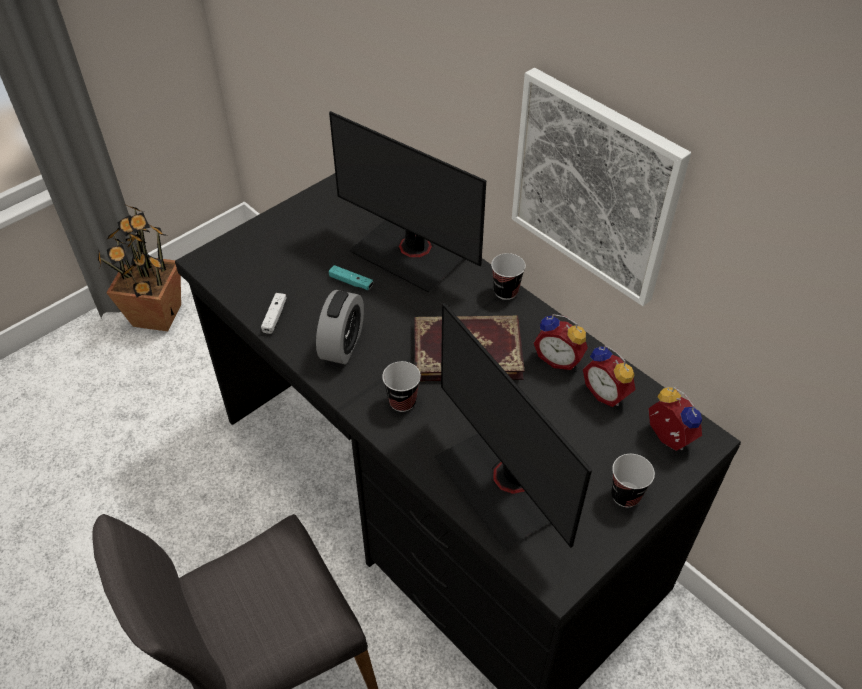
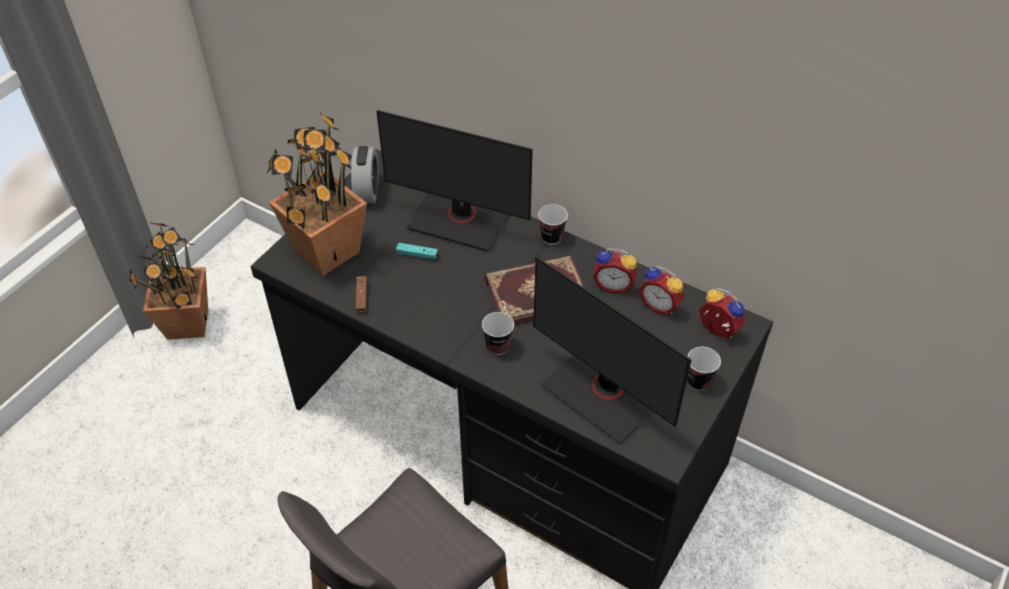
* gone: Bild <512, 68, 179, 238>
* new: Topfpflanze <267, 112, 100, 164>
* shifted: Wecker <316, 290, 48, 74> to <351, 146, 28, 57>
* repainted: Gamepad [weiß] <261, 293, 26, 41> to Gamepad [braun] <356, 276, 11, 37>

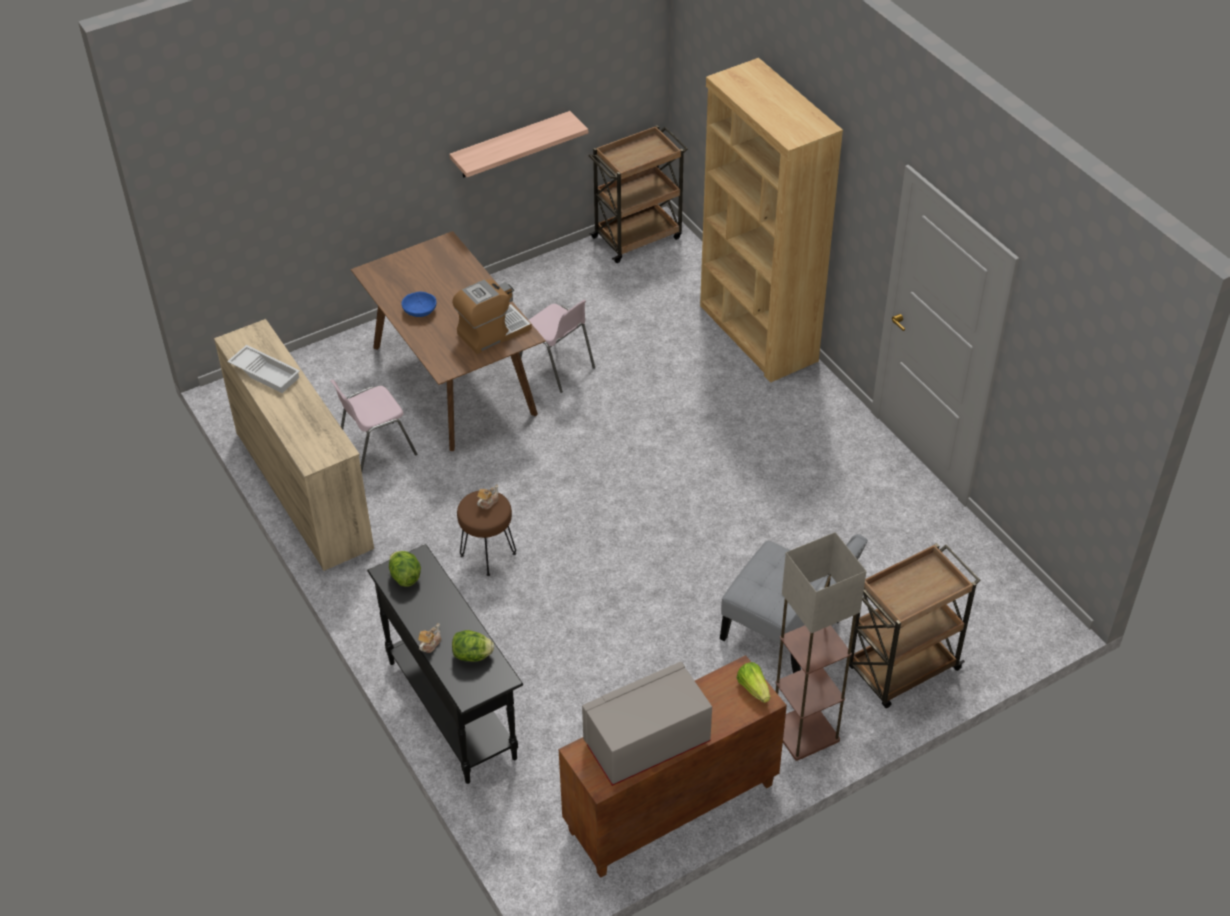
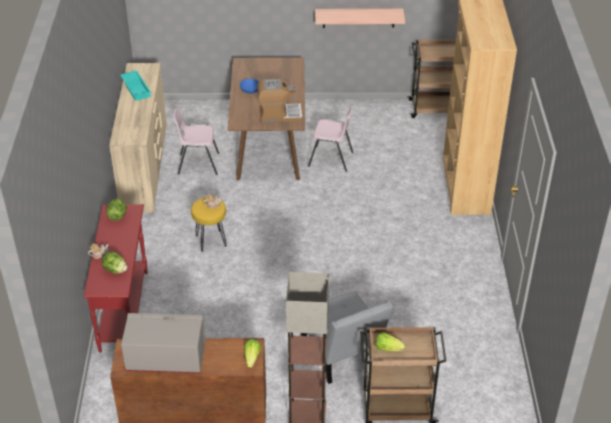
* new: Salatkopf <375, 332, 31, 19>
* repainted: Tablett [weiß] <227, 345, 73, 48> to Tablett [türkis] <120, 70, 31, 31>
* repainted: Konsolentisch [schwarz] <367, 544, 156, 240> to Konsolentisch [rot] <84, 204, 64, 149>
* repainted: Hocker [braun] <457, 491, 59, 85> to Hocker [gelb] <191, 197, 36, 55>
* rotated: Stuhl [rosa] <520, 300, 75, 93> = <308, 106, 45, 66> 60 degrees counterclockwise

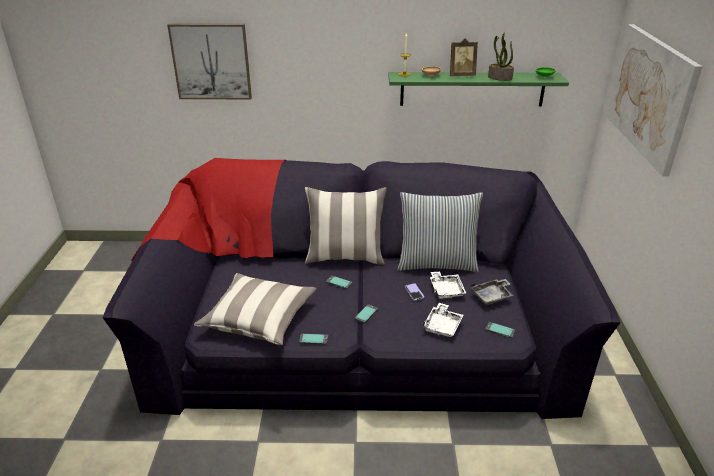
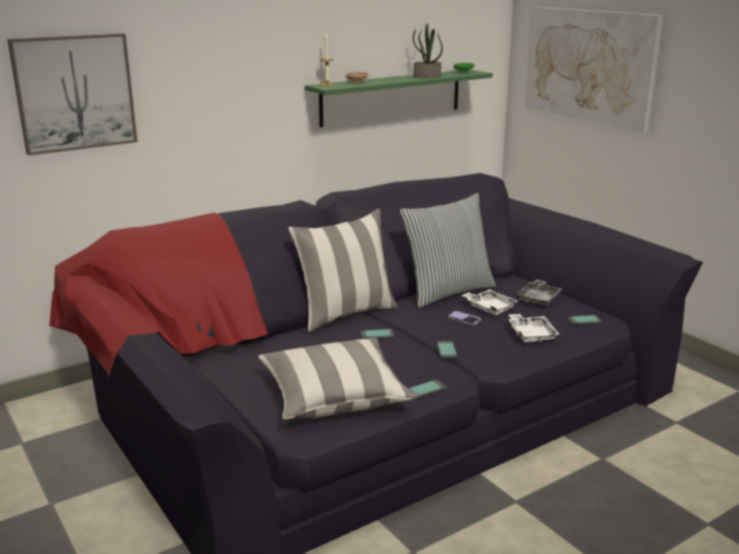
* gone: Bilderrahmen <450, 39, 28, 37>

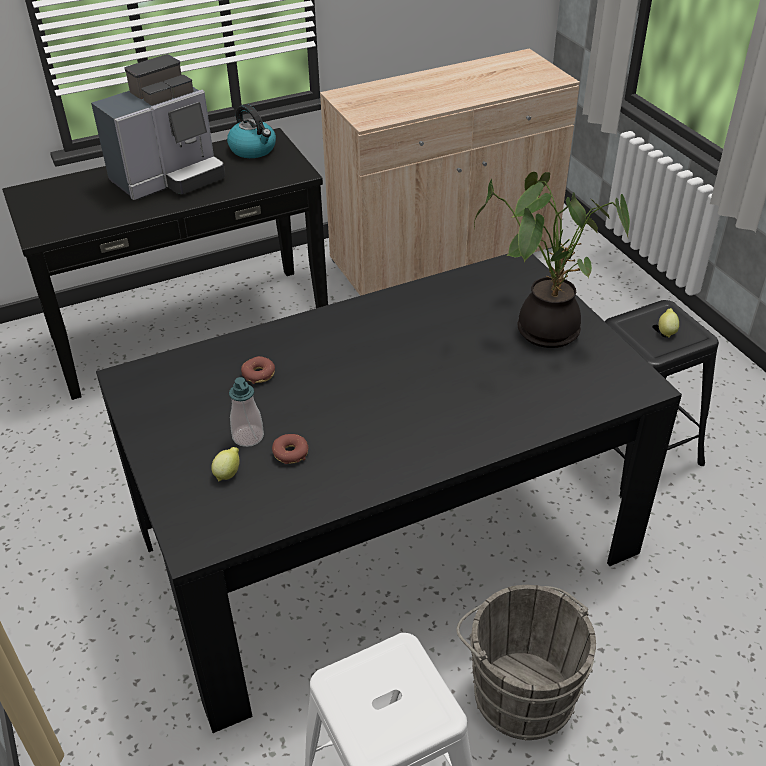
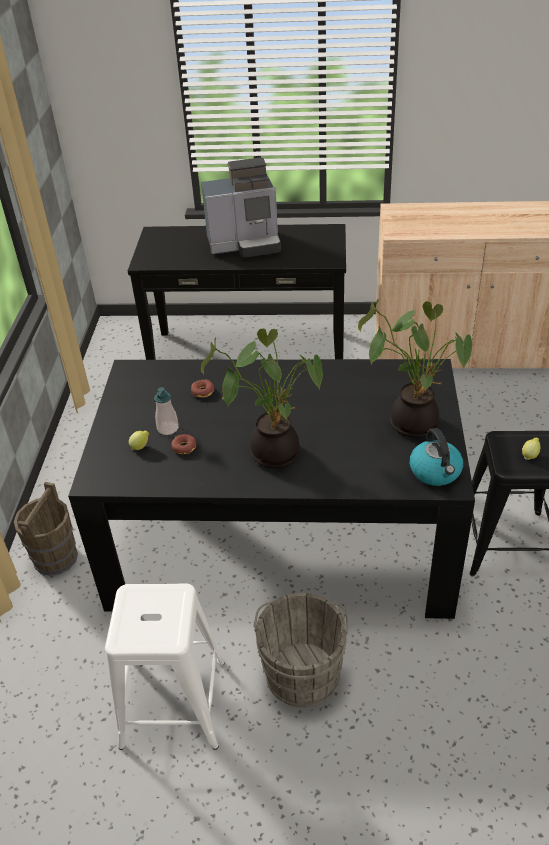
* new: Eimer [braun] <14, 482, 64, 94>
* new: Topfpflanze <201, 329, 122, 139>
* shifted: Wasserkessel <227, 104, 49, 54> to <410, 428, 53, 58>

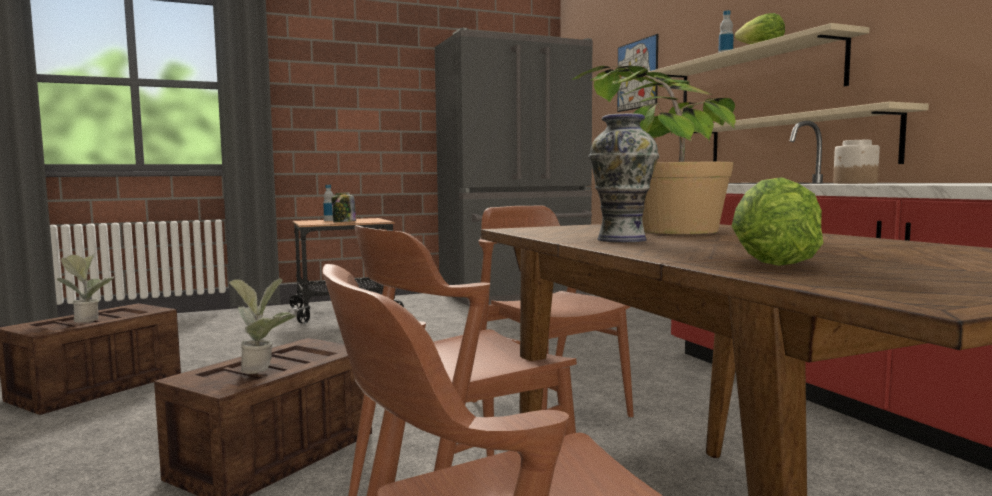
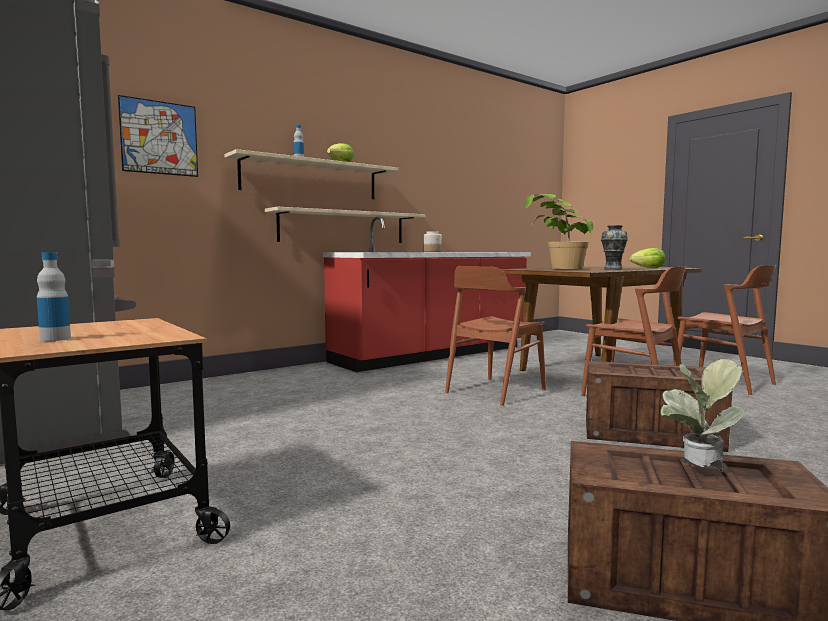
* gone: Topfpflanze <229, 278, 67, 96>
* gone: Vorratsglas <332, 192, 24, 31>

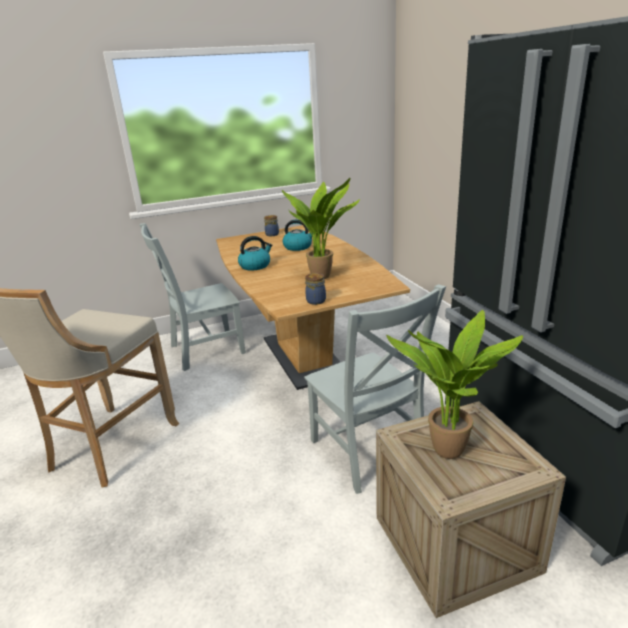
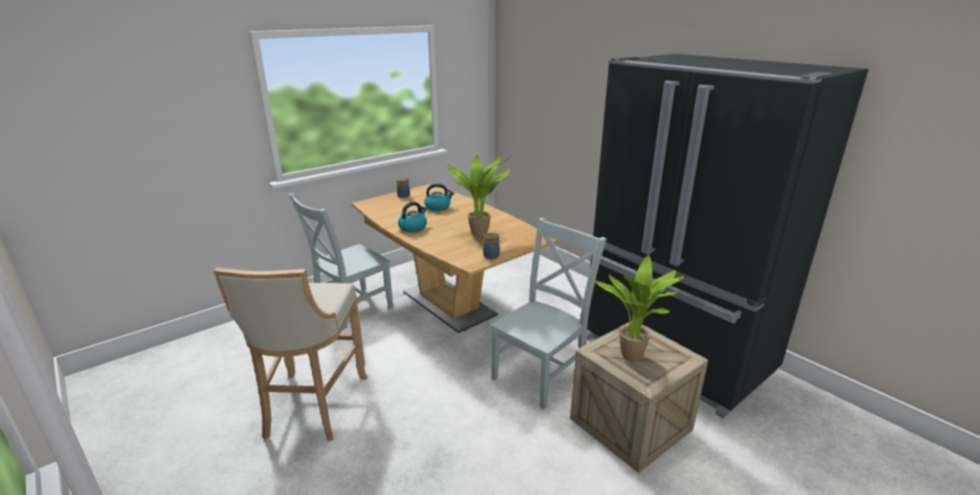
* rotated: Stuhl [grau] <304, 284, 142, 210> = <490, 218, 117, 192> 90 degrees counterclockwise

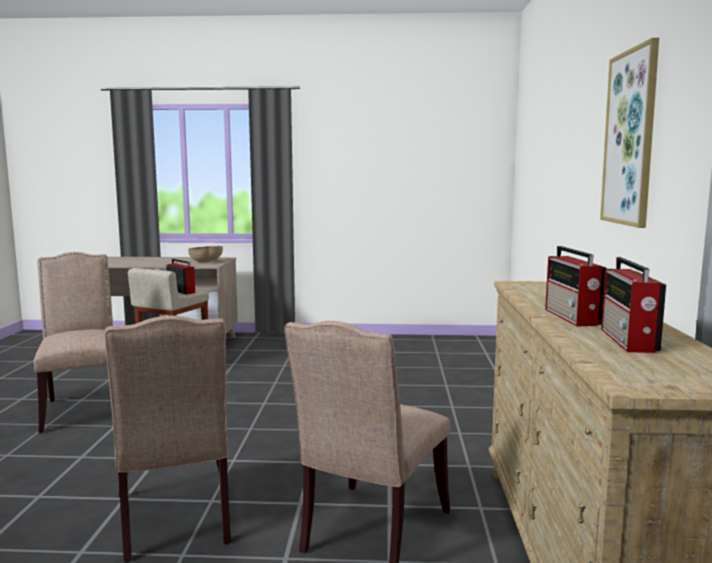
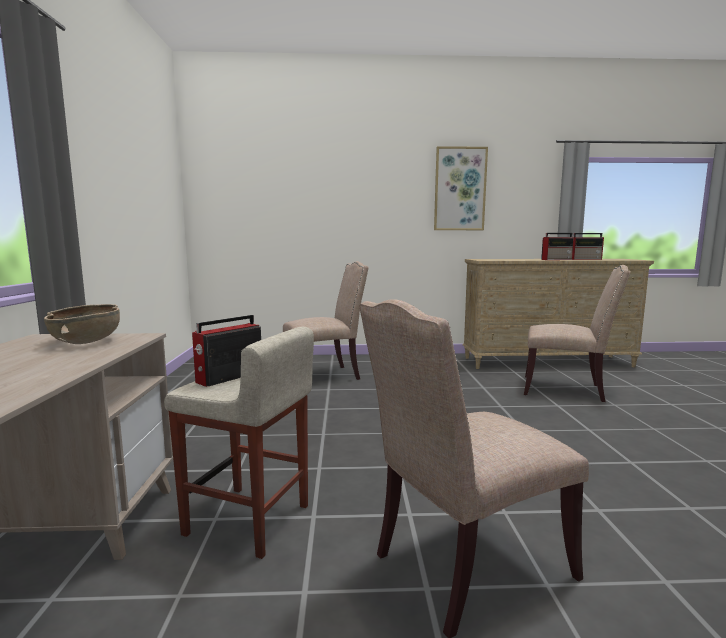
* shifted: Stuhl [beige] <105, 316, 126, 246> to <283, 261, 86, 119>

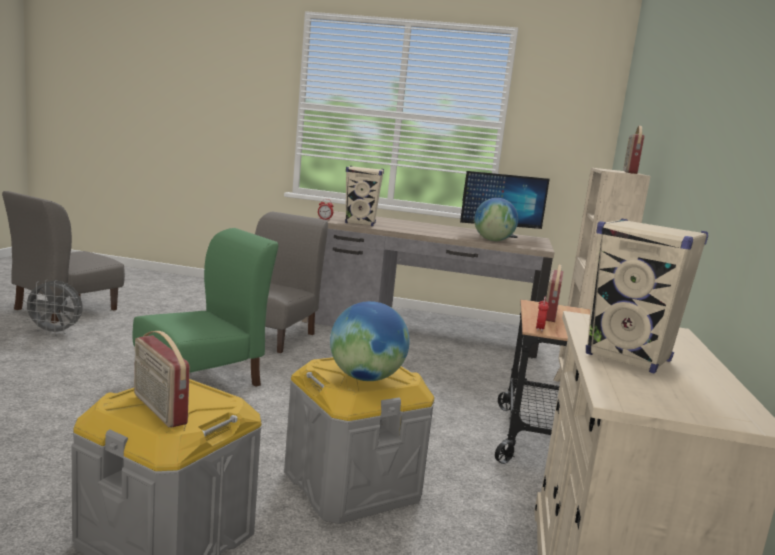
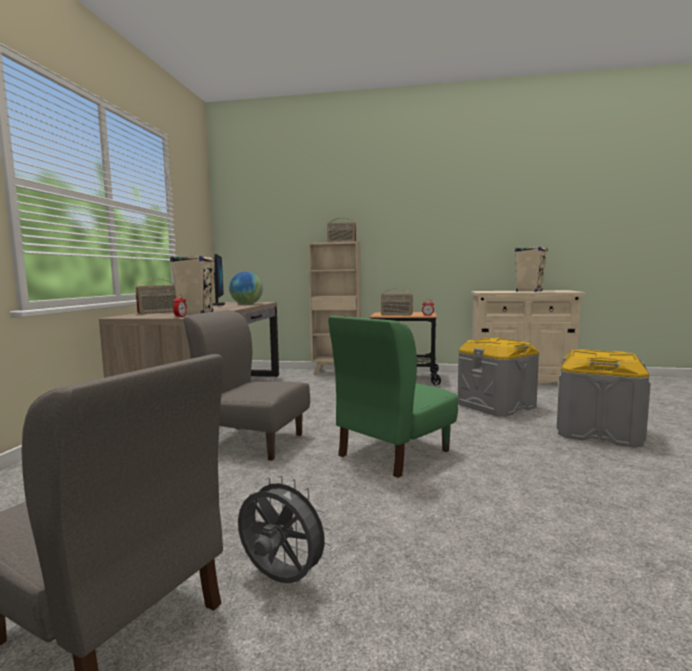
* gone: Globus <330, 301, 80, 80>
* shifted: Radio <134, 331, 56, 96> to <136, 279, 40, 35>
* rotated: Ventilator [grau] <22, 279, 60, 57> = <238, 475, 94, 108> 60 degrees counterclockwise
* rotated: Stuhl [grün] <132, 228, 146, 159> = <328, 316, 130, 162> 90 degrees counterclockwise

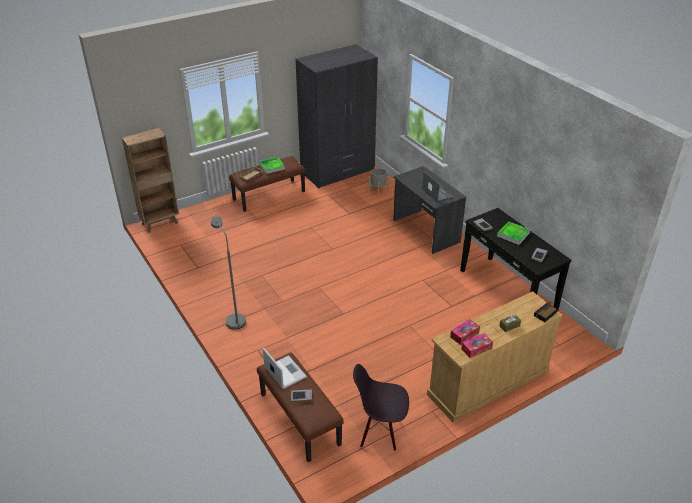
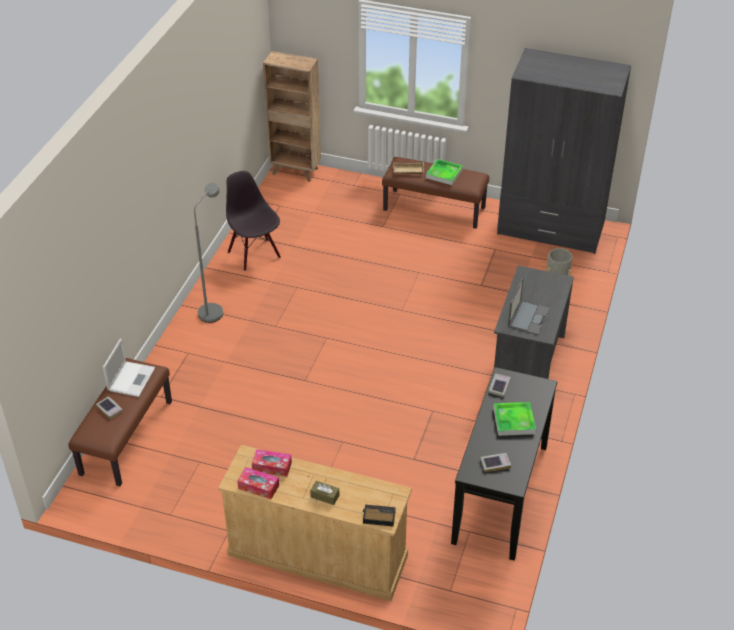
* shifted: Stuhl [schwarz] <353, 364, 56, 87> to <226, 171, 55, 100>

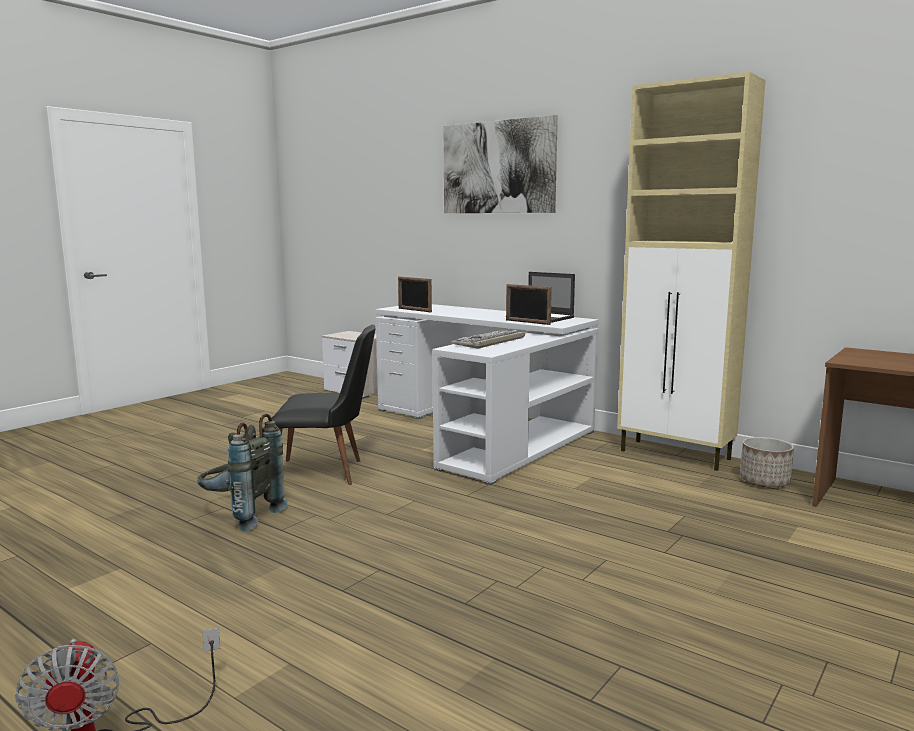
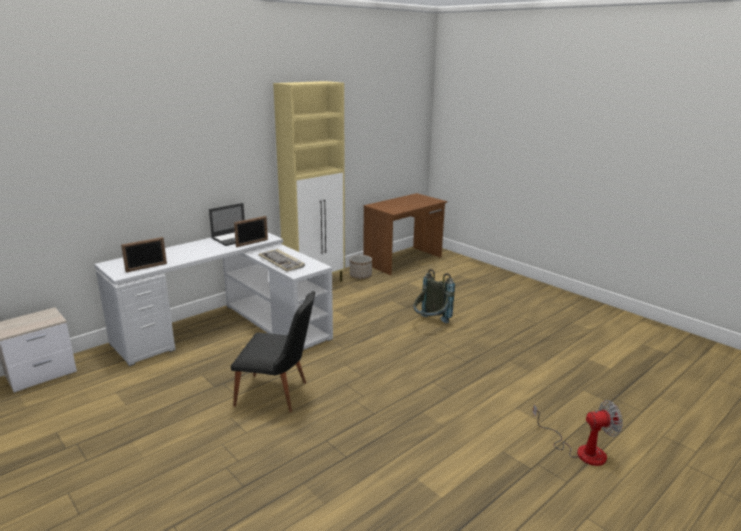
* gone: Bild <444, 115, 114, 98>
* shifted: Rucksack [grau] <197, 414, 91, 117> to <413, 269, 42, 54>
* rotated: Stuhl [schwarz] <271, 325, 105, 160> = <231, 291, 84, 122> 90 degrees clockwise

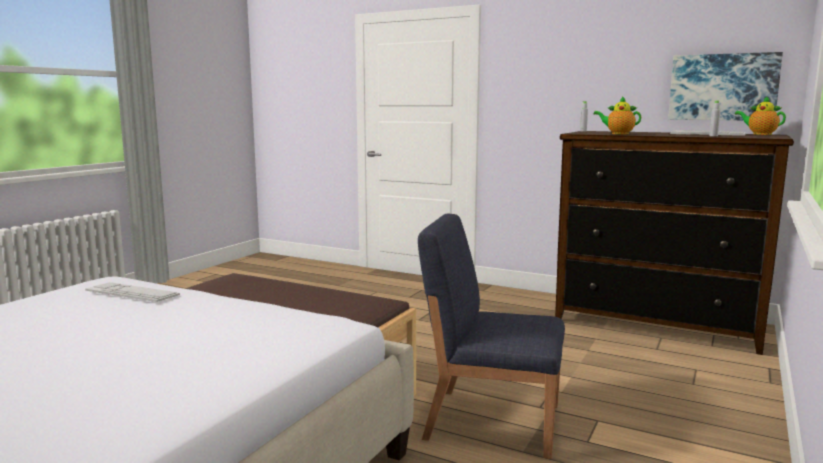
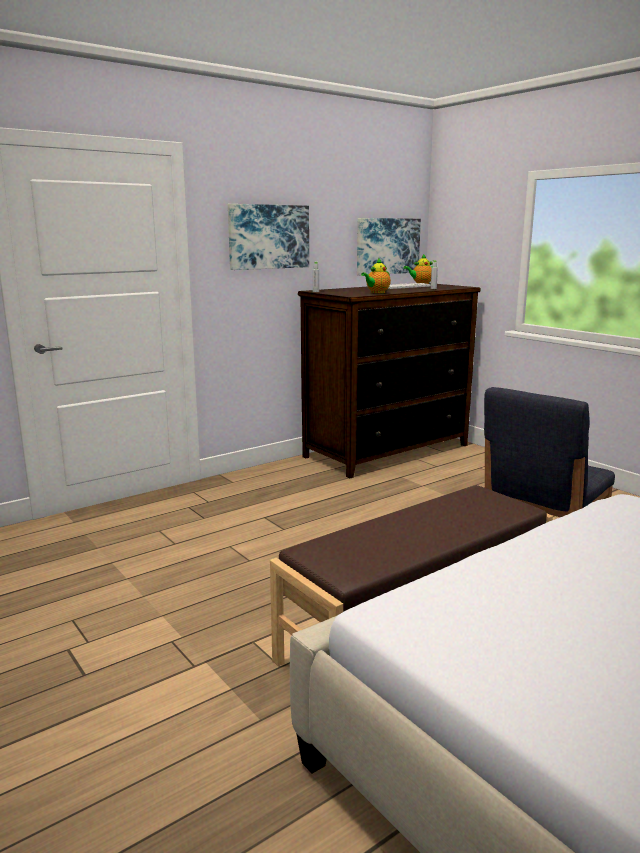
* gone: Tastatur <85, 282, 95, 20>
* new: Bild <228, 204, 81, 66>

